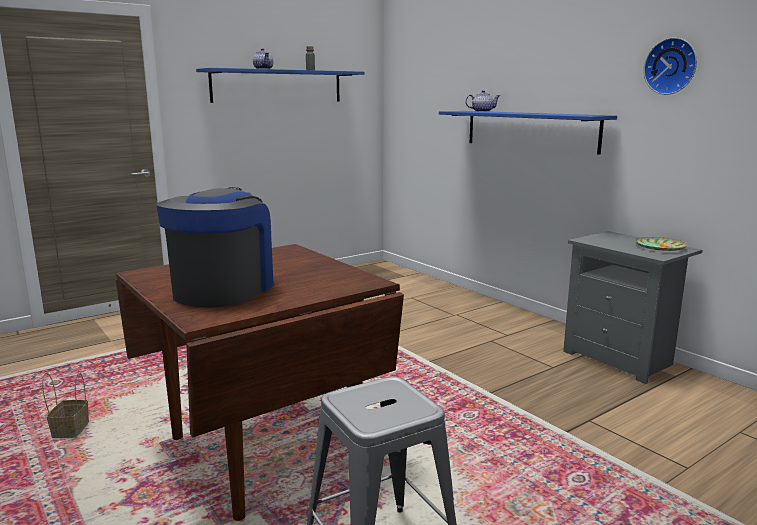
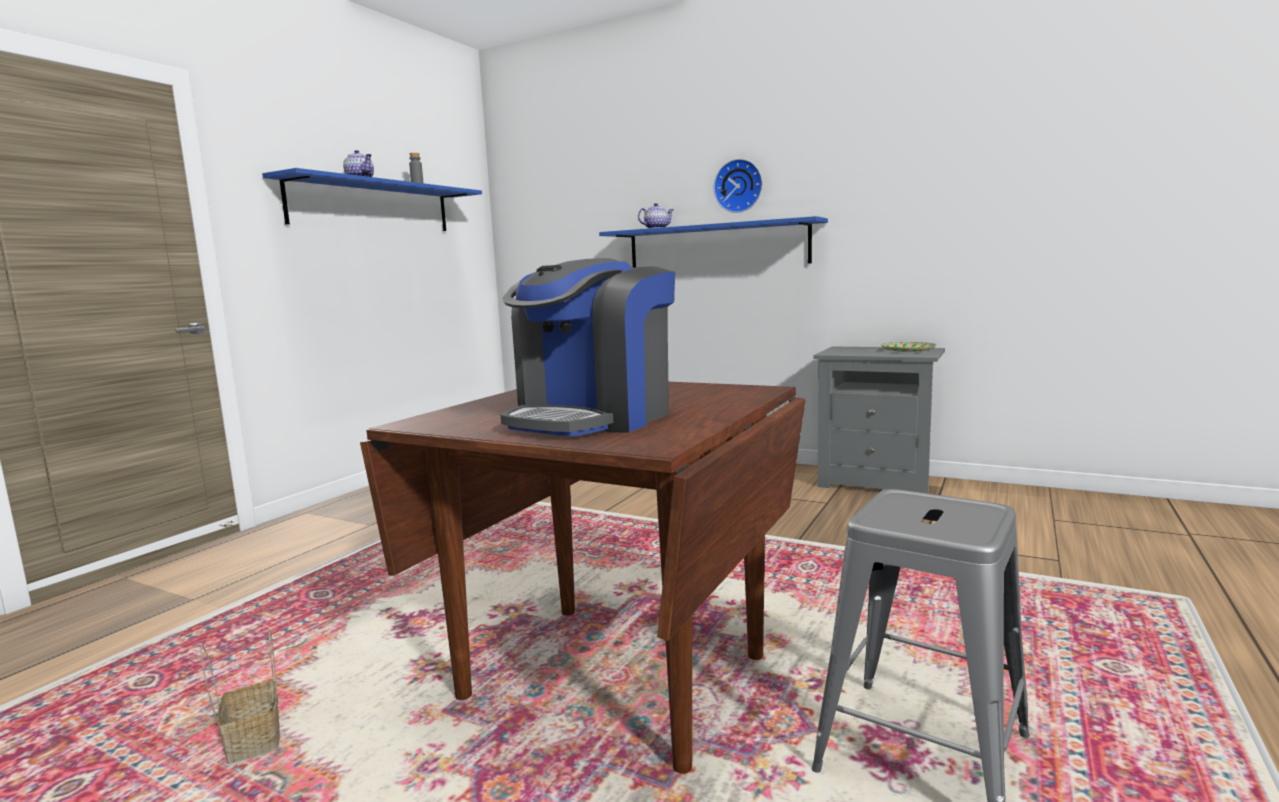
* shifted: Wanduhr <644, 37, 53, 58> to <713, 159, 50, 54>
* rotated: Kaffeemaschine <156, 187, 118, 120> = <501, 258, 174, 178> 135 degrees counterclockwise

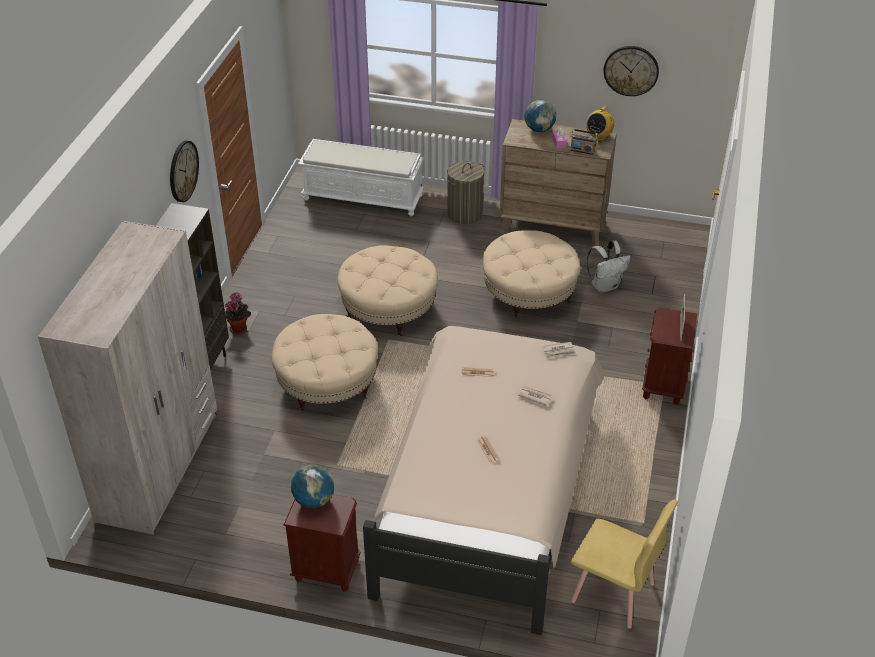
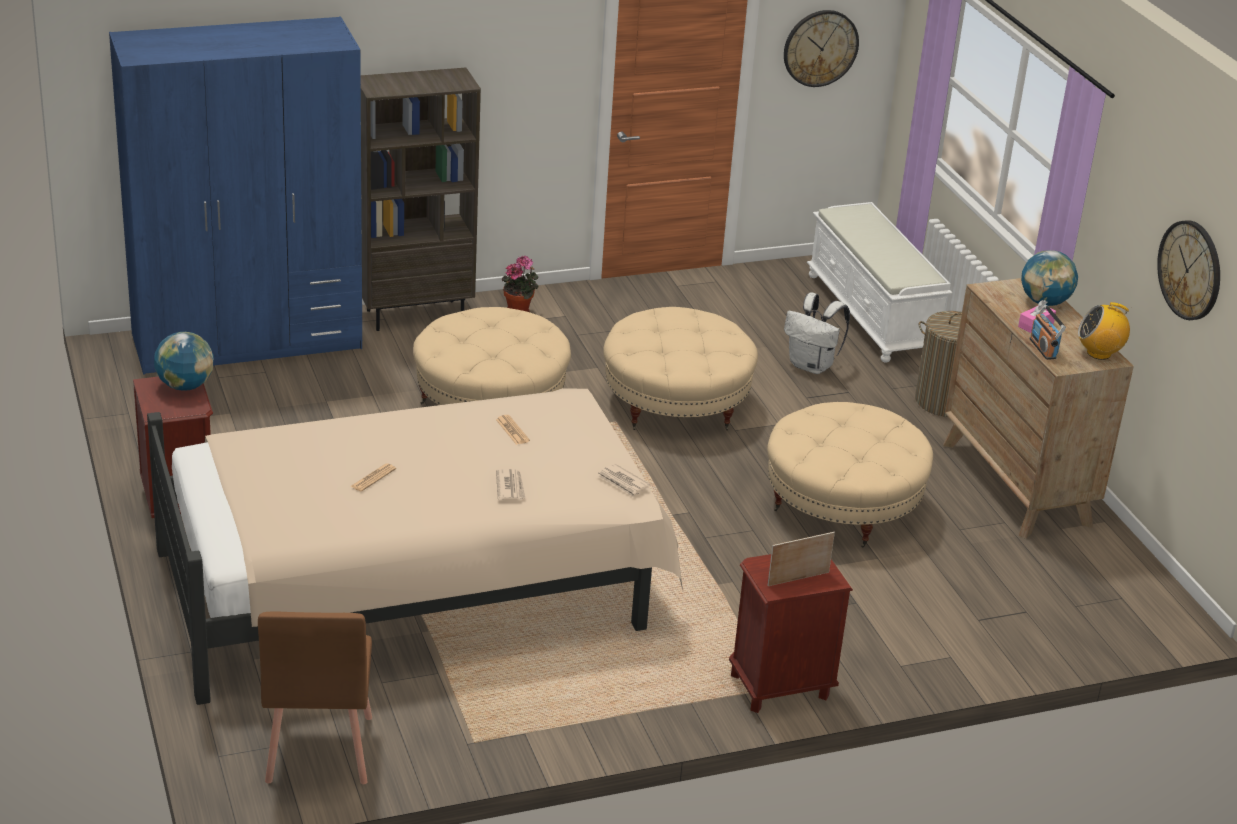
* shifted: Wanduhr <170, 140, 29, 62> to <784, 10, 75, 77>
* shifted: Rucksack [weiß] <587, 240, 44, 53> to <784, 293, 66, 81>
* repainted: Kleiderschrank [beige] <38, 221, 179, 313> to Kleiderschrank [blau] <109, 17, 253, 358>
* repainted: Stuhl [gelb] <571, 499, 107, 130> to Stuhl [braun] <258, 611, 114, 173>

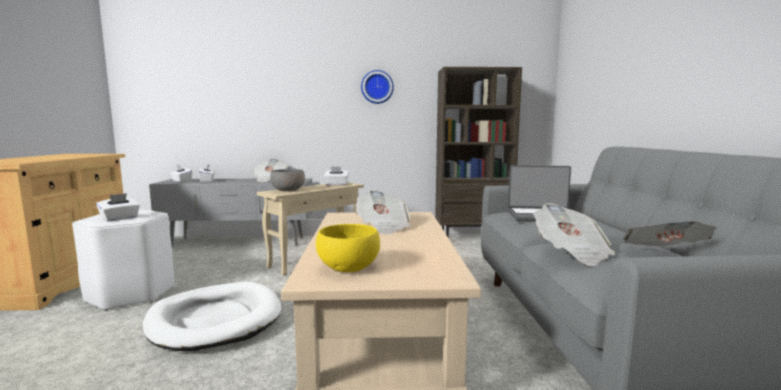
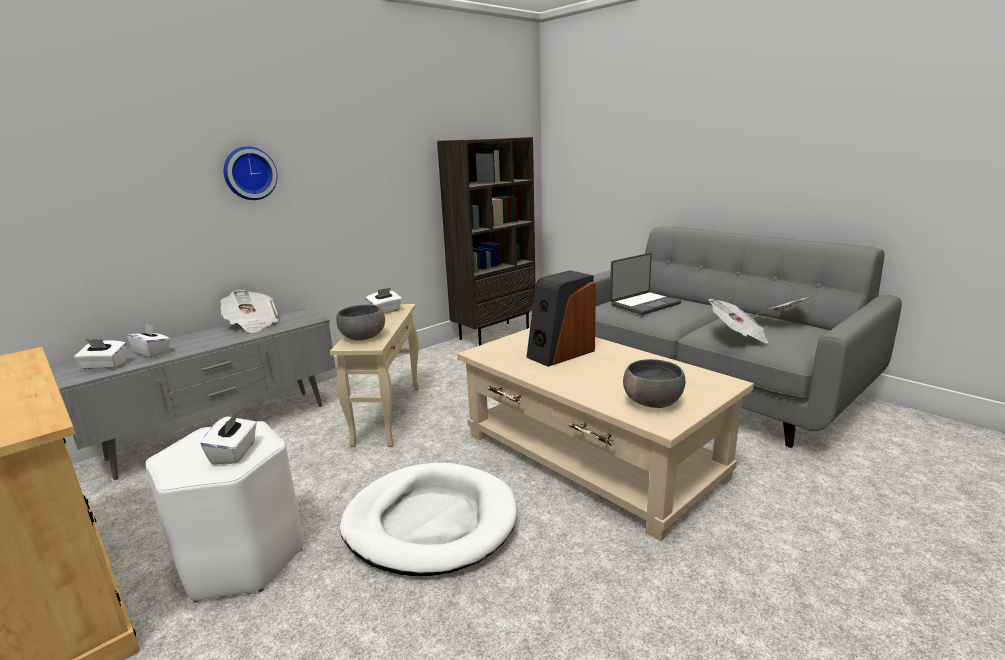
* shifted: Wanduhr <361, 70, 33, 34> to <224, 146, 53, 54>
* swapped: Zeitung <356, 190, 55, 45> to Lautsprecher <526, 270, 70, 97>
* repainted: Schüssel [gelb] <316, 224, 64, 48> to Schüssel [grau] <623, 359, 62, 49>

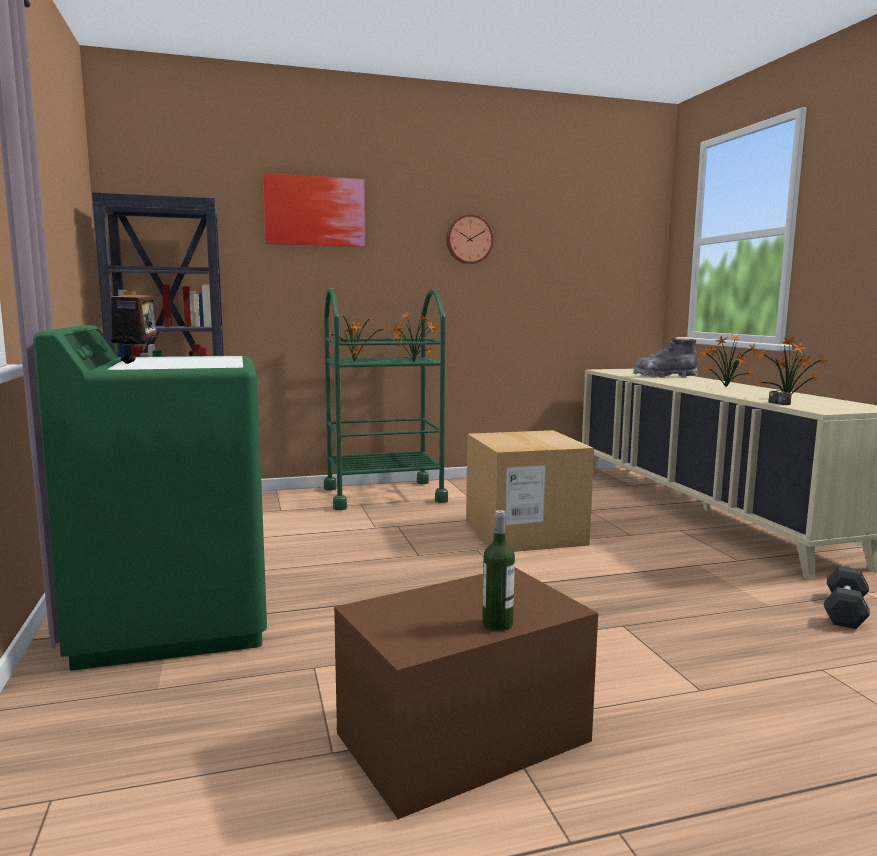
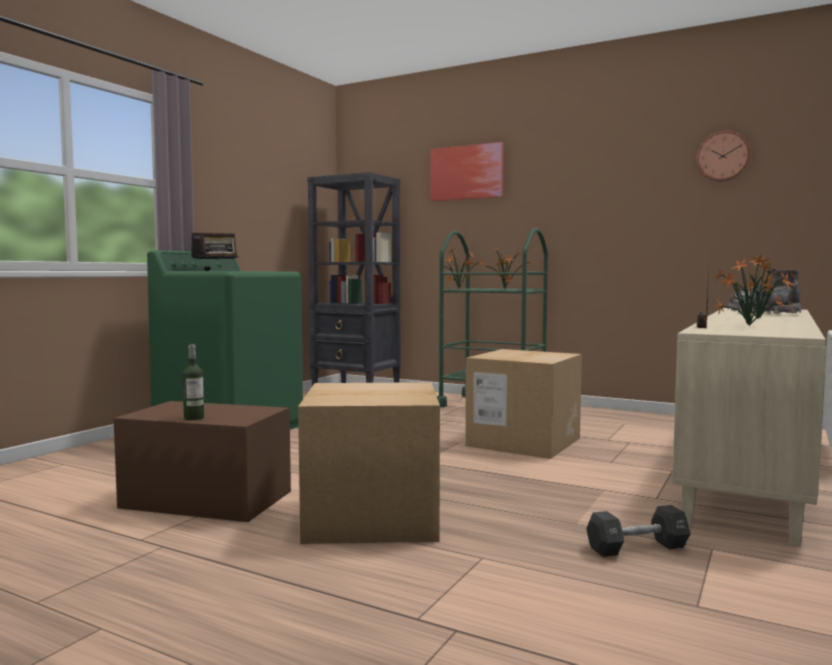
* new: Karton <298, 382, 142, 162>
* shifted: Wanduhr <446, 214, 47, 50> to <696, 131, 54, 50>

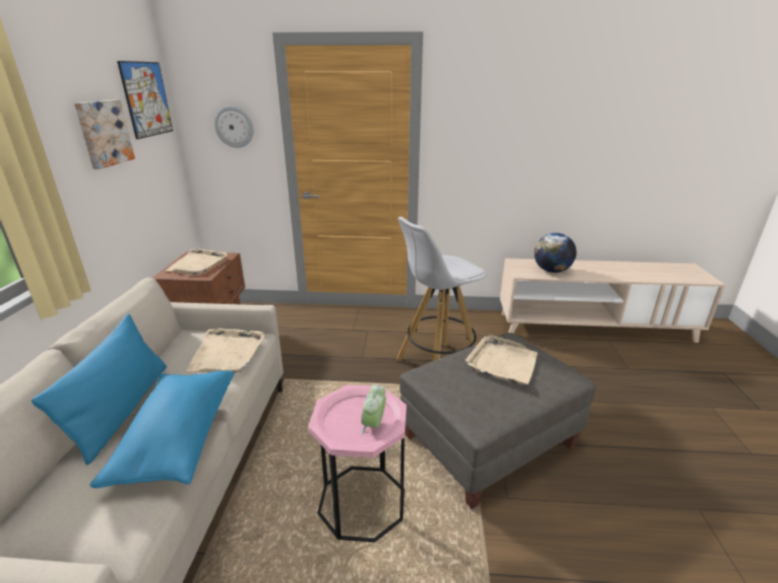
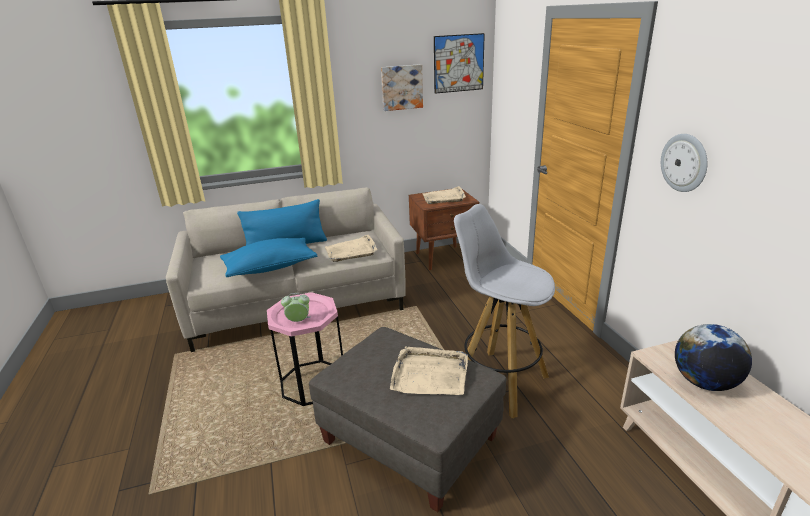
* shifted: Wanduhr <215, 106, 39, 42> to <661, 134, 46, 58>

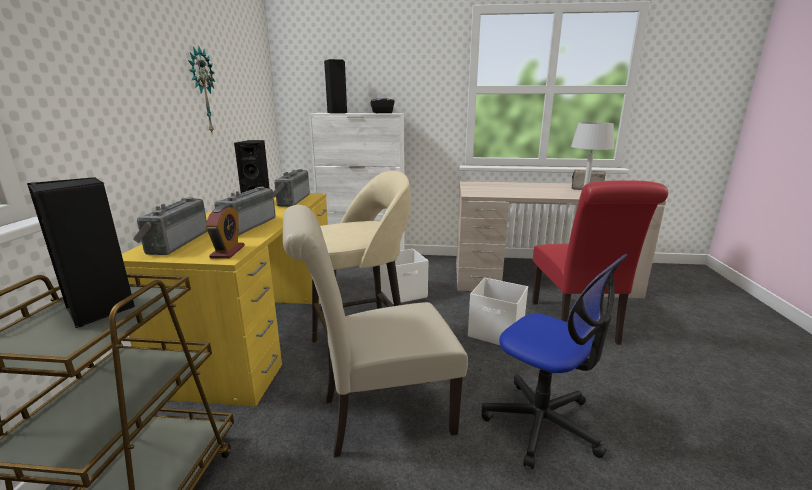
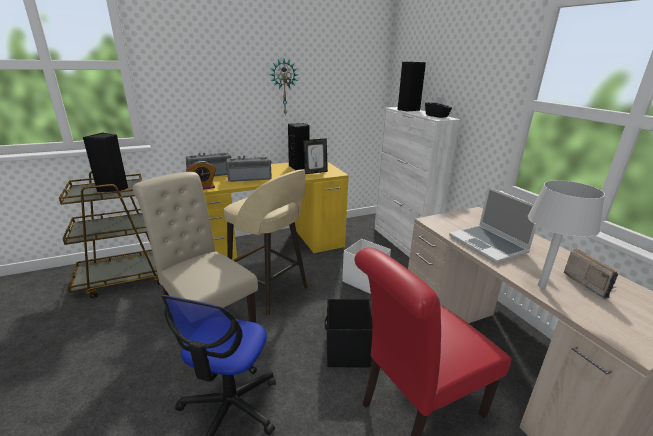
* new: Laptop <449, 187, 88, 76>
* swapped: Radio <273, 169, 37, 38> to Bilderrahmen <303, 138, 25, 36>
* repainted: Aufbewahrungsbox [weiß] <468, 277, 60, 68> to Aufbewahrungsbox [schwarz] <325, 299, 47, 68>

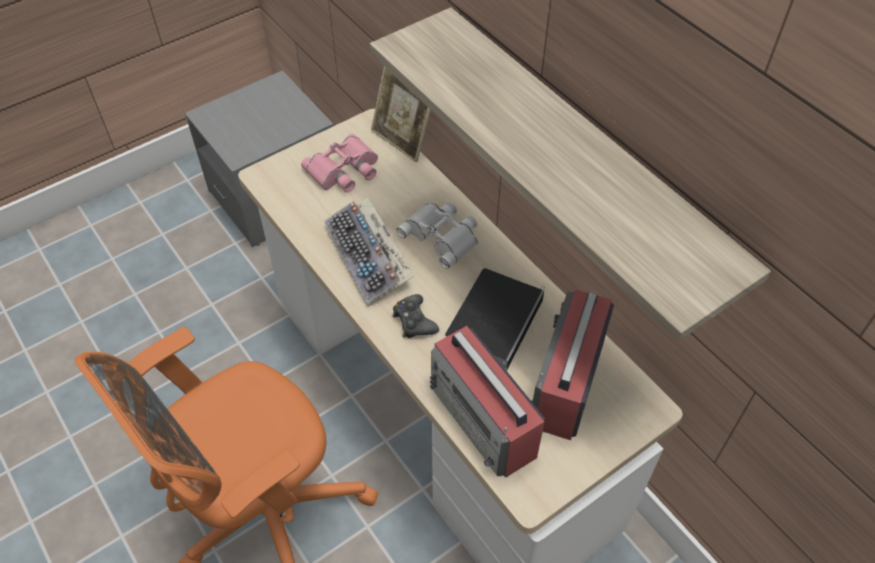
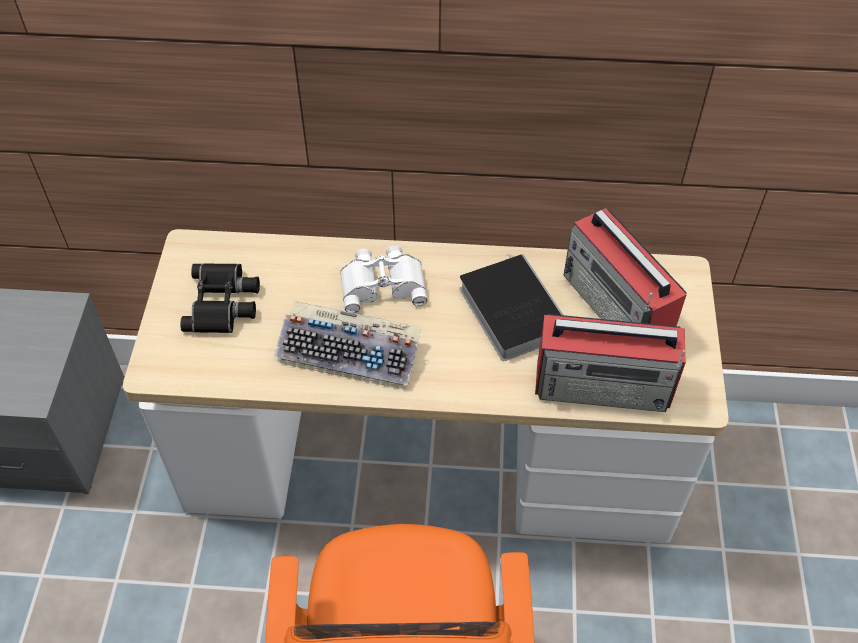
* gone: Wandregal <370, 7, 401, 334>
* gone: Bilderrahmen <371, 66, 60, 96>
* gone: Gamepad [schwarz] <392, 294, 47, 44>
* repainted: Fernglas [rosa] <301, 133, 77, 59> to Fernglas [schwarz] <180, 263, 80, 70>

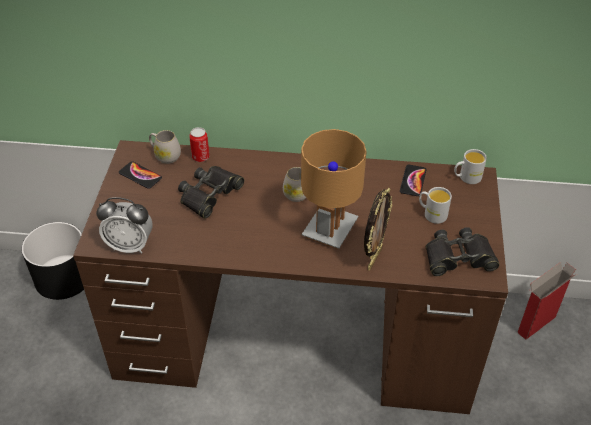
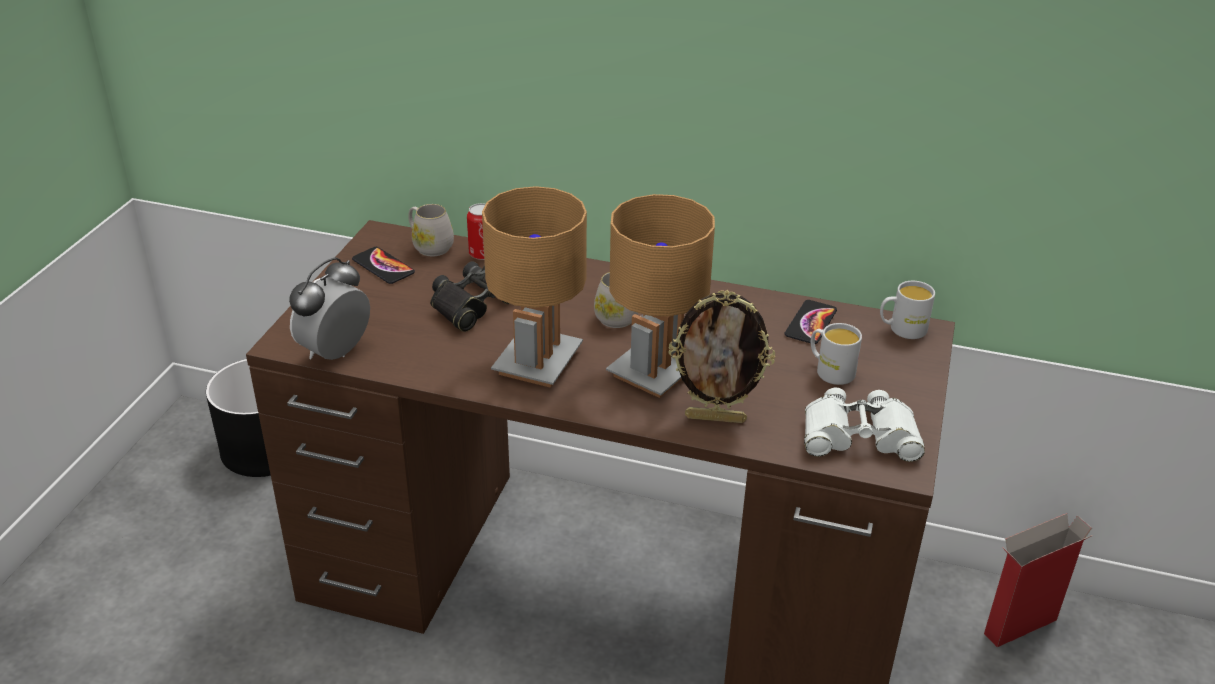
* new: Tischlampe [braun] <482, 186, 105, 202>
* repainted: Fernglas [schwarz] <426, 227, 74, 49> to Fernglas [weiß] <804, 388, 121, 74>
* rotated: Wecker <96, 197, 57, 57> = <289, 257, 81, 103> 105 degrees clockwise
* rotated: Bilderrahmen <364, 188, 28, 82> = <668, 290, 107, 133> 60 degrees clockwise

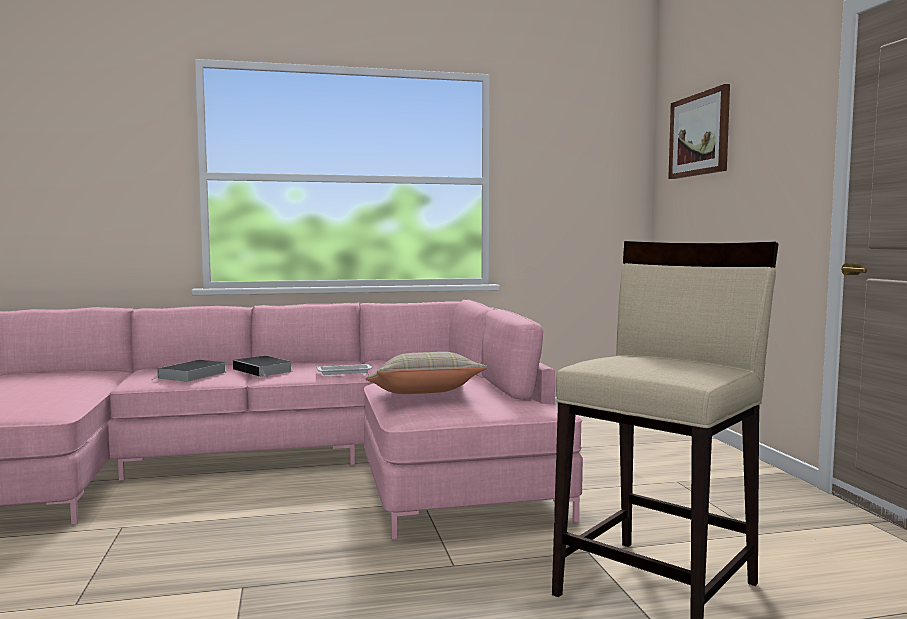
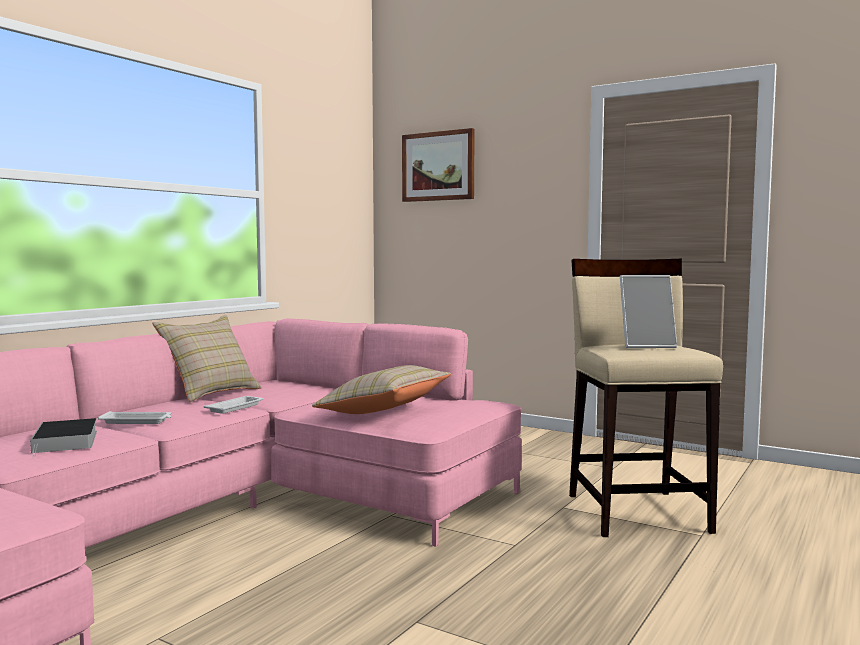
* new: Kissen [beige] <152, 315, 110, 87>
* new: Bilderrahmen <620, 275, 57, 73>
* swapped: Buch <233, 356, 60, 21> to Tablett [weiß] <98, 411, 74, 13>

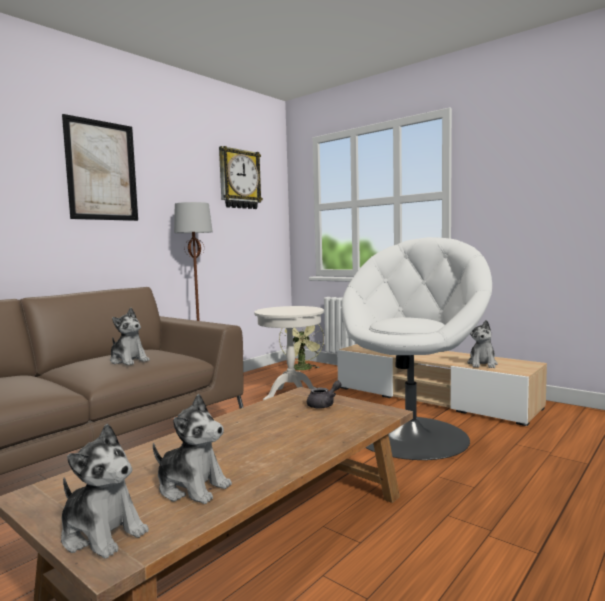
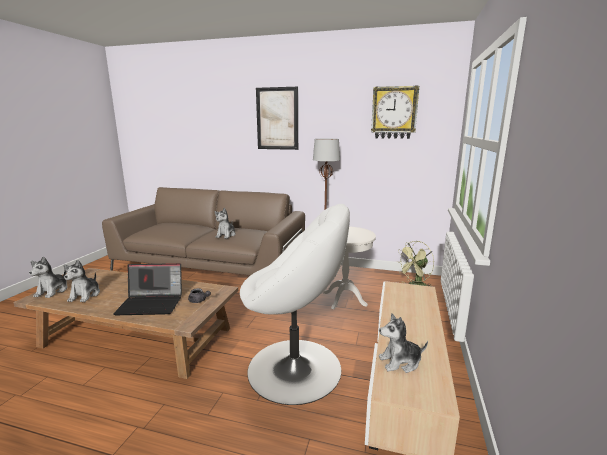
* new: Laptop <113, 263, 69, 52>

